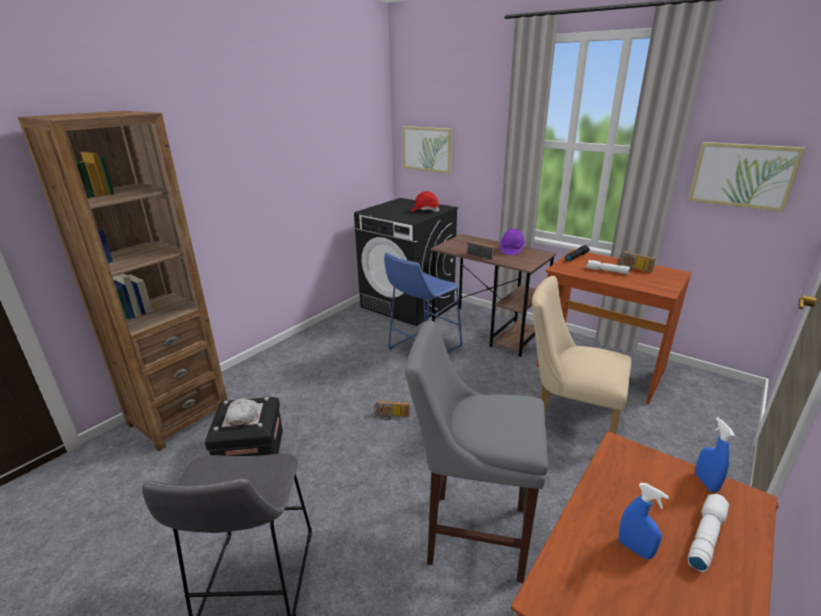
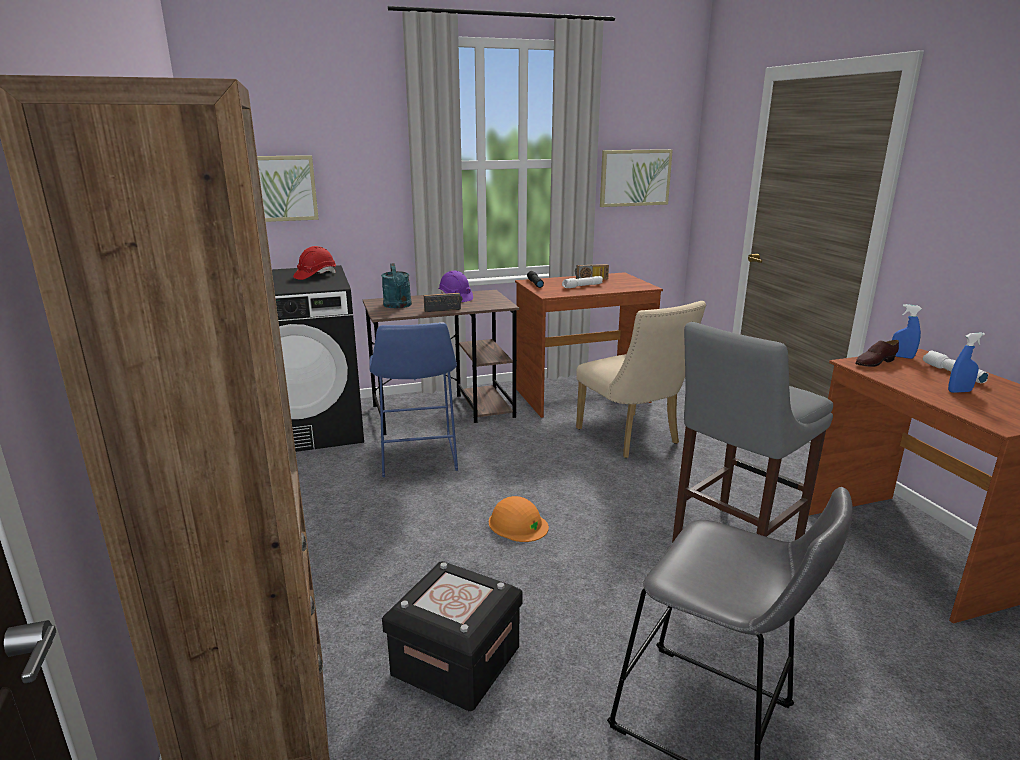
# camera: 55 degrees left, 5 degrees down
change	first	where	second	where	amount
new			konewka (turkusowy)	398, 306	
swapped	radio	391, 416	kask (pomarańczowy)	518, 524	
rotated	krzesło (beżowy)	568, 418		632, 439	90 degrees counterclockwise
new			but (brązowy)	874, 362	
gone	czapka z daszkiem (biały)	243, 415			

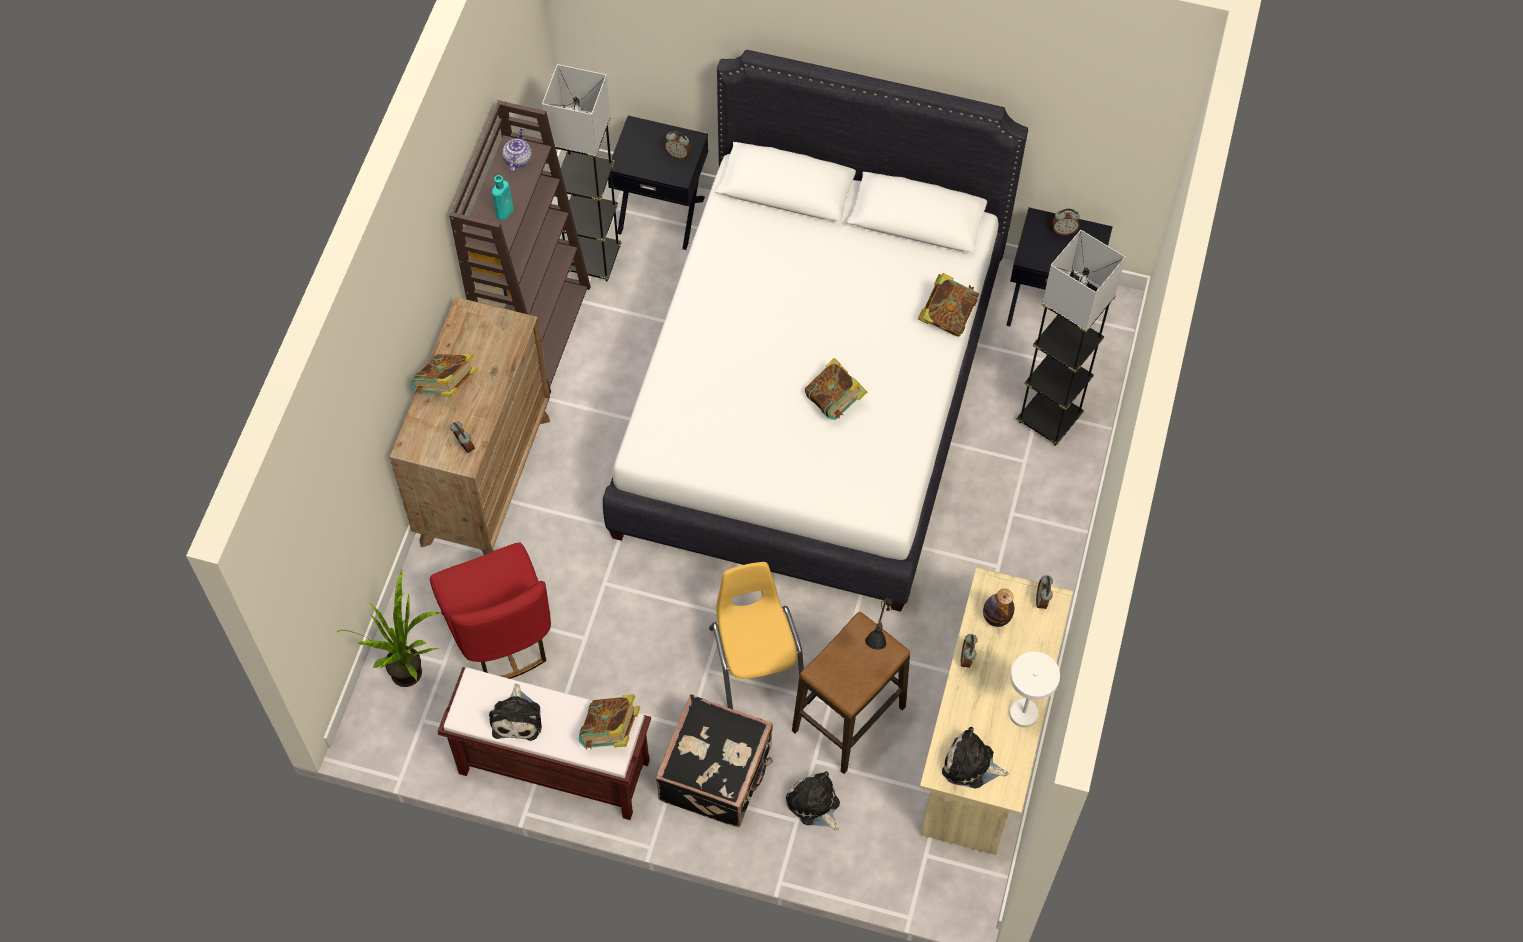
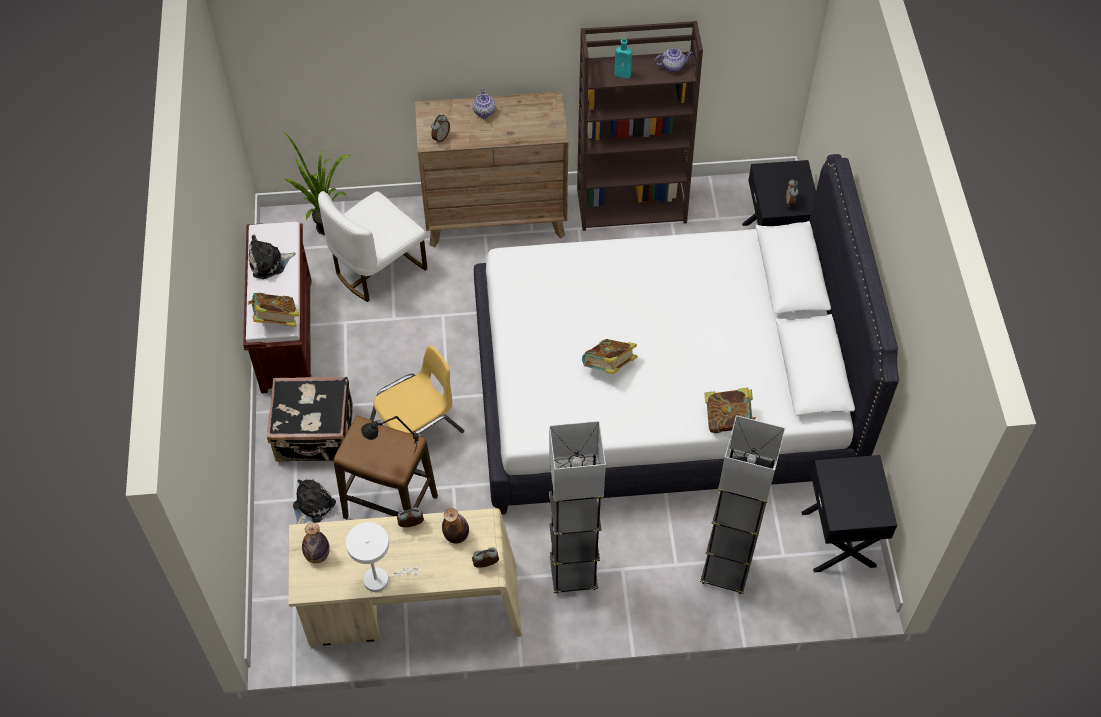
# camera: 70 degrees right, 5 degrees down
change	first	where	second	where	amount
swapped	pluszak	971, 765	butelka	317, 555	
repainted	krzesło (czerwony)	500, 634	krzesło (biały)	377, 268	
swapped	książka	446, 387	imbryk	484, 112	
shifted	lampa stojąca (szary)	593, 260		573, 573	
gone	budzik	1064, 231			

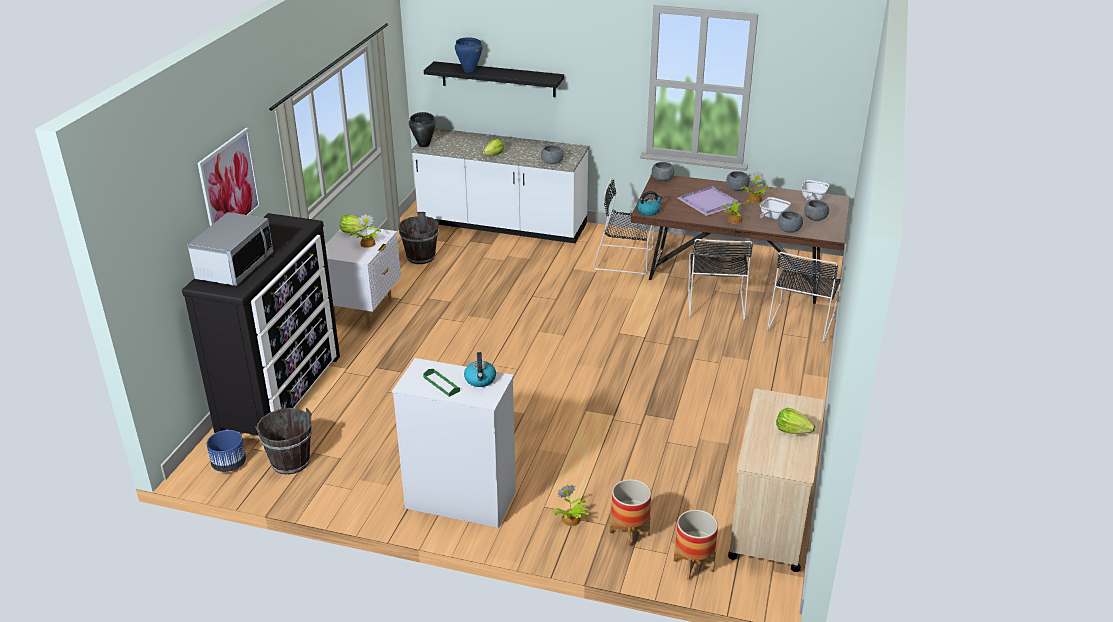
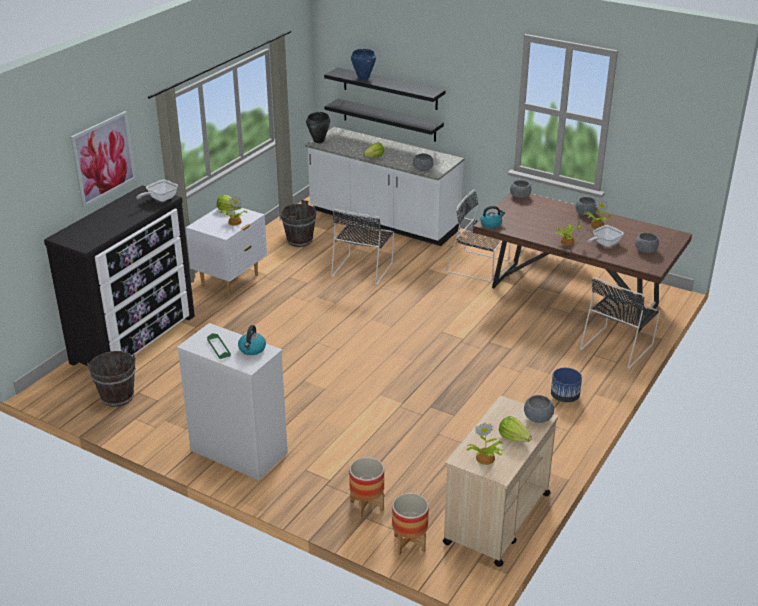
# camera: 15 degrees right, 0 degrees up
change	first	where	second	where	amount
shifted	patelnia	812, 199		160, 199	
new			półka (czarny)	389, 120	
shifted	krzesło (czarny)	715, 302		363, 268	
shifted	roślina doniczkowa	571, 520		484, 459	
shifted	miska (szary)	788, 230		537, 418	
shifted	donica (niebieski)	229, 464		564, 397	
gone	mikrofalówka	234, 267			
gone	taca (fioletowy)	709, 202			

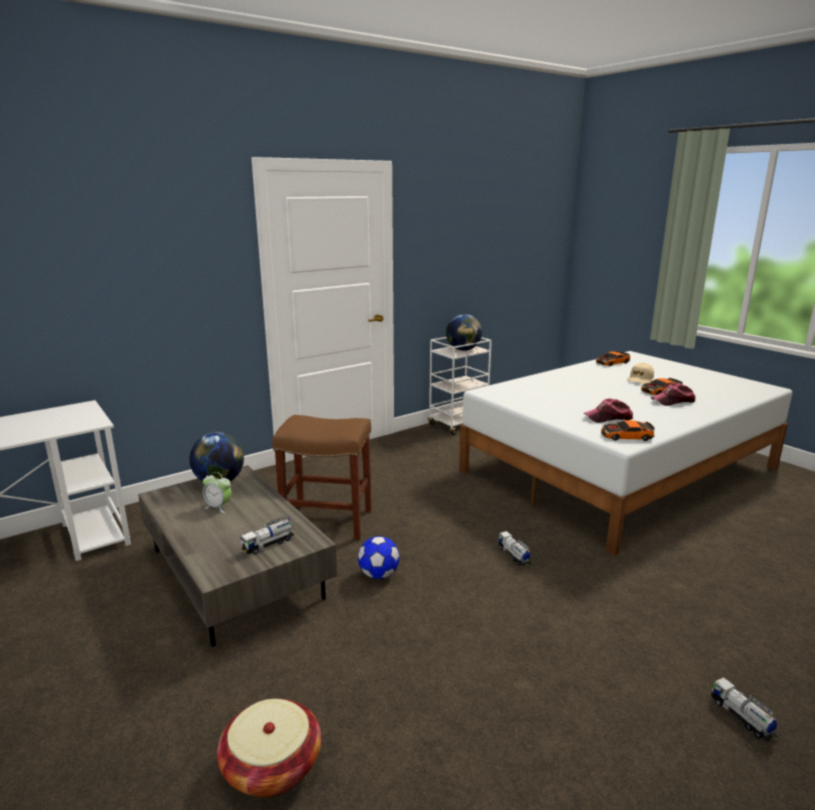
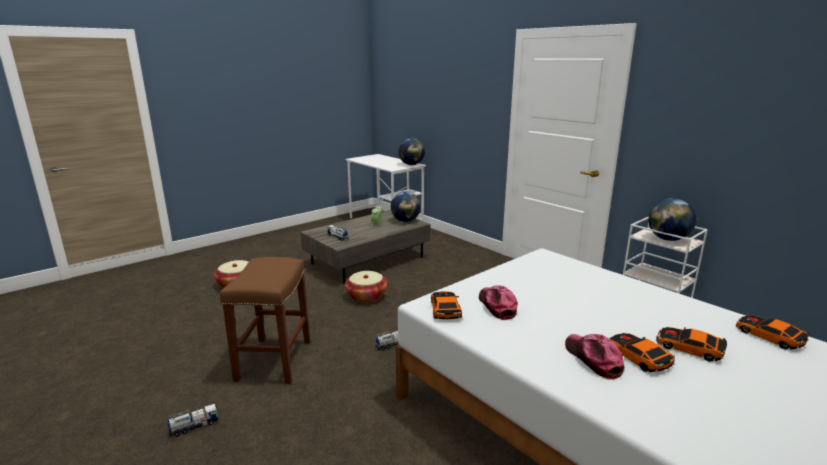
# camera: 85 degrees right, 0 degrees up
change	first	where	second	where	amount
shifted	stołek (brązowy)	329, 521		274, 361	
swapped	piłka futbolowa	379, 575	koszyk	366, 296	
new			globus	411, 164	
swapped	czapka z daszkiem (beżowy)	640, 379	samochodzik	689, 348	

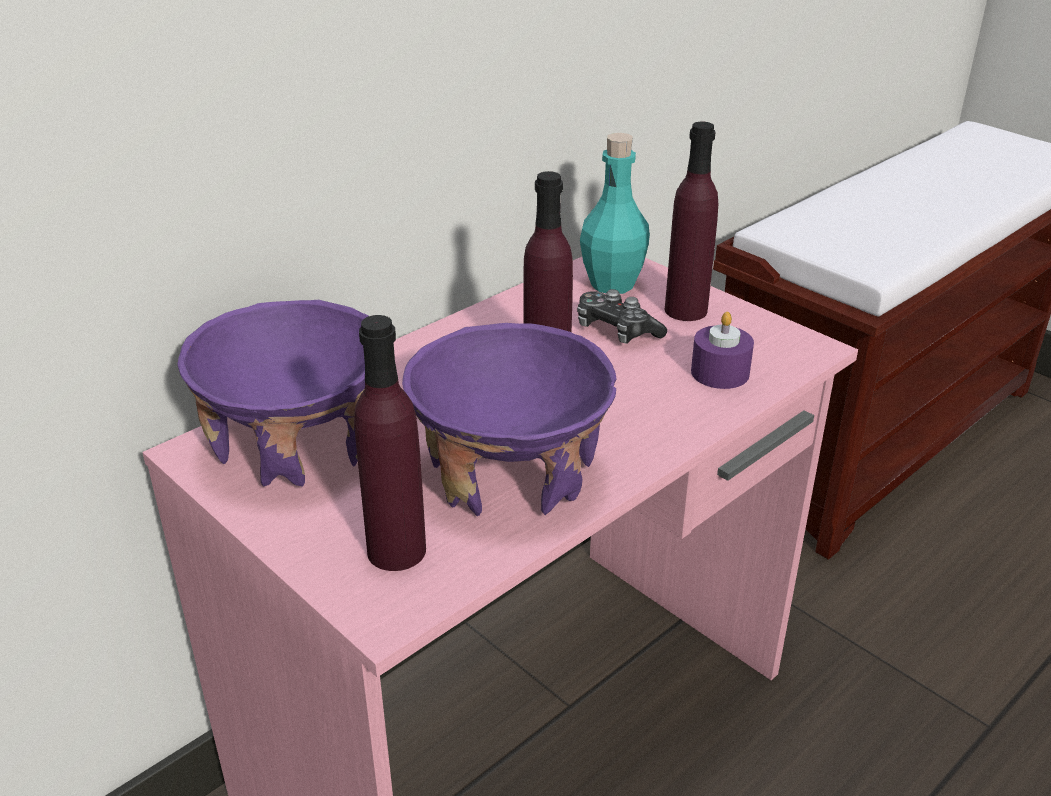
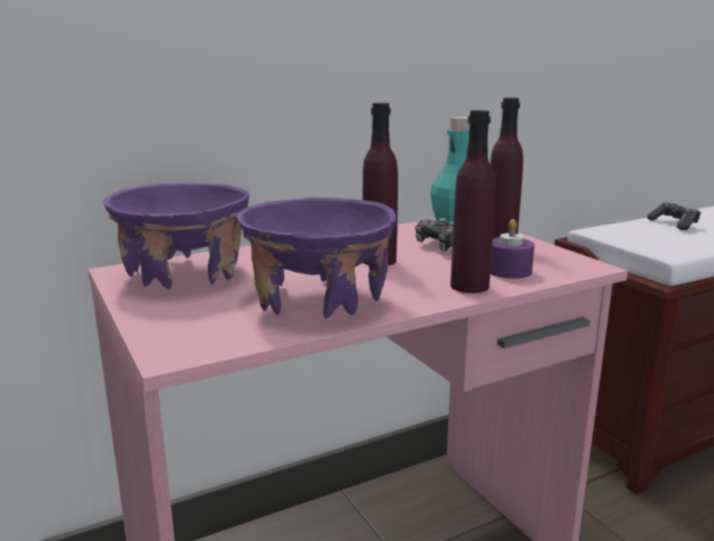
# camera: 15 degrees right, 15 degrees down
change	first	where	second	where	amount
shifted	butelka (fioletowy)	396, 550		469, 286	
new			pad do gier	674, 224	

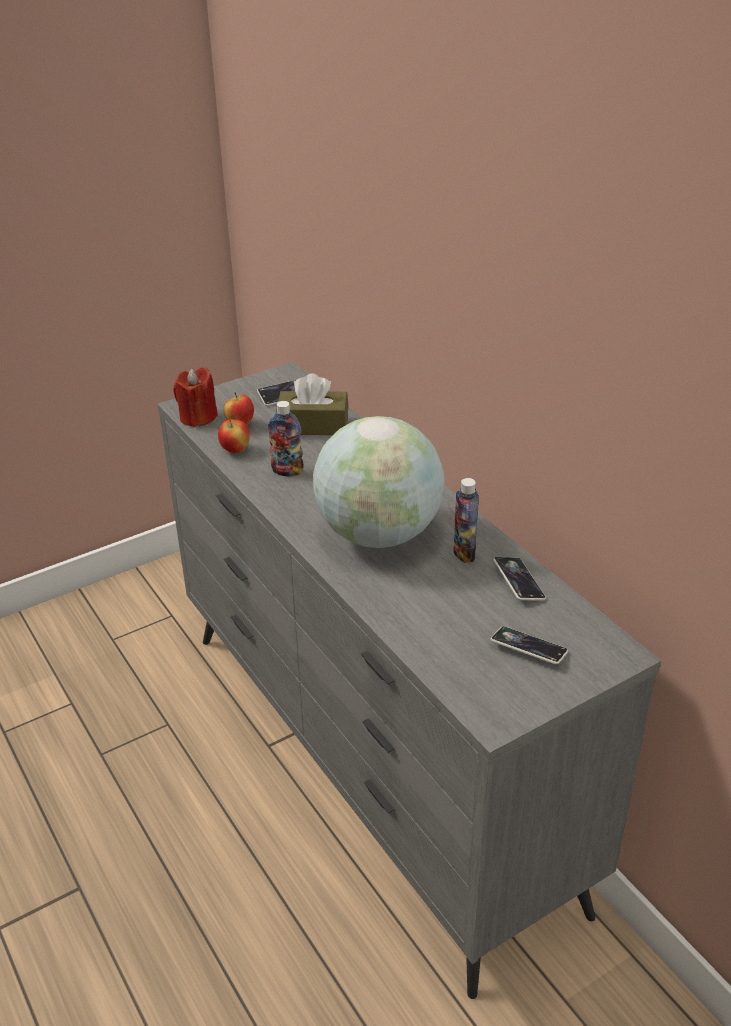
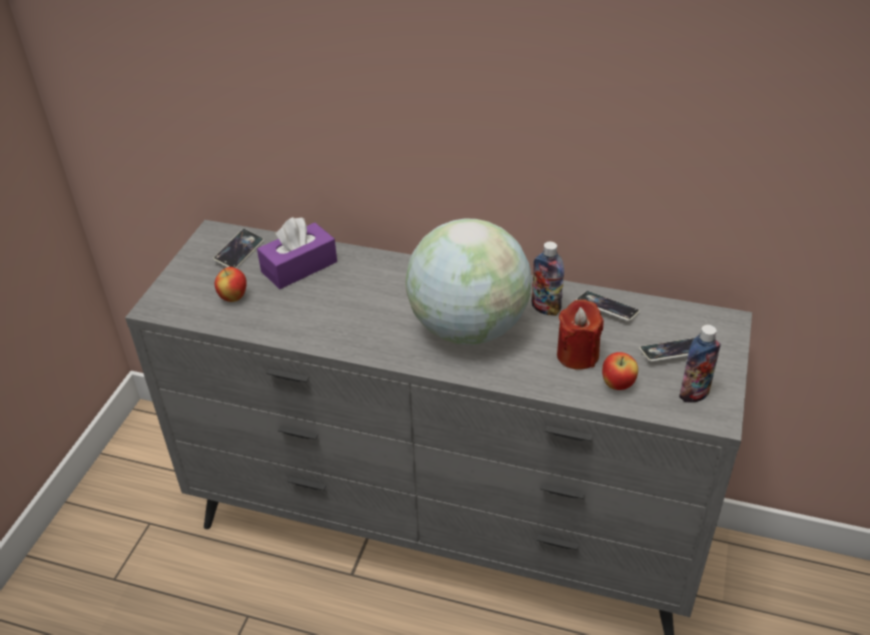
# camera: 40 degrees left, 5 degrees up
change	first	where	second	where	amount
repainted	pudełko chusteczek (brązowy)	313, 425	pudełko chusteczek (fioletowy)	299, 267	
shifted	świeca (czerwony)	198, 417		577, 355	
shifted	jabłko	235, 450		617, 385	
shifted	butelka	287, 471		694, 394	

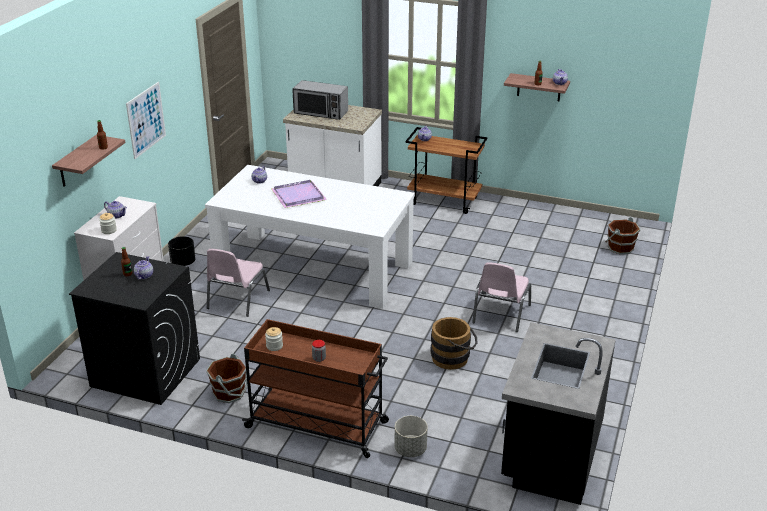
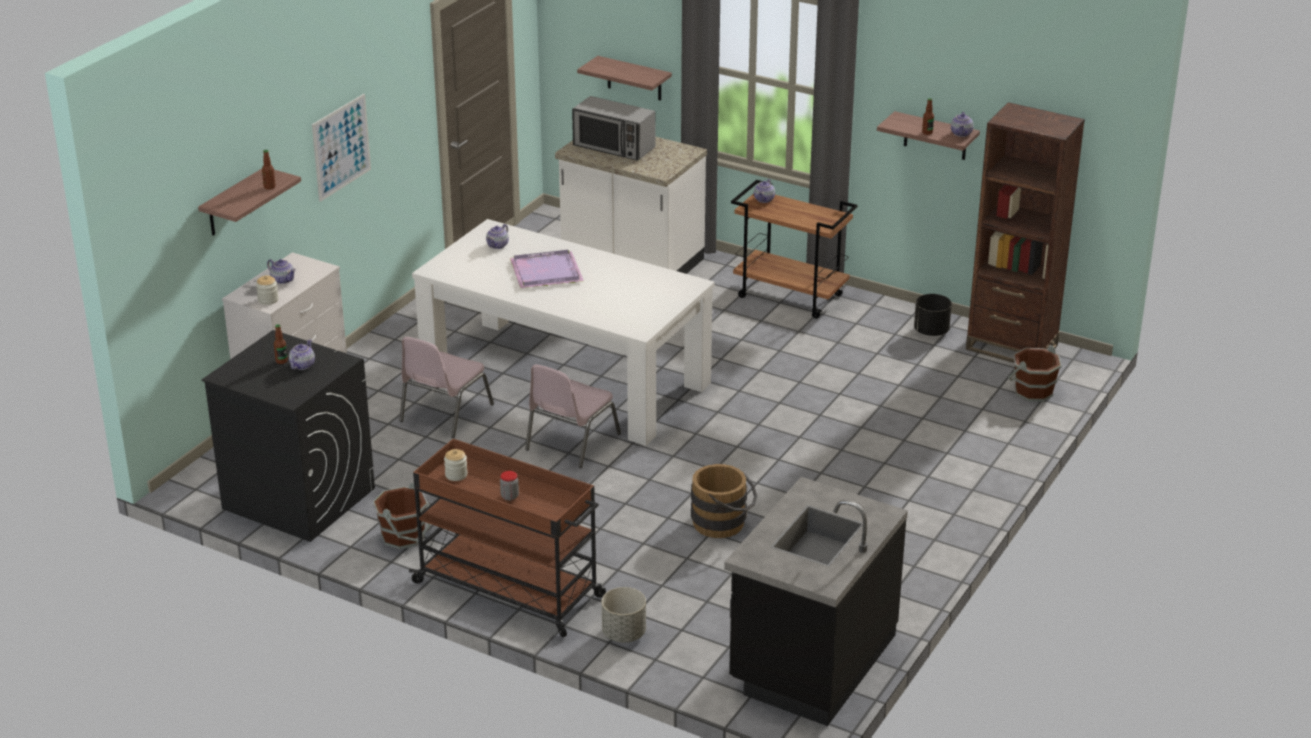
# camera: 10 degrees right, 0 degrees up
change	first	where	second	where	amount
shifted	krzesło (różowy)	500, 314		571, 442	
new			półka	634, 78	
shifted	donica (czarny)	183, 262		931, 331	
new			regał (brązowy)	1011, 347	

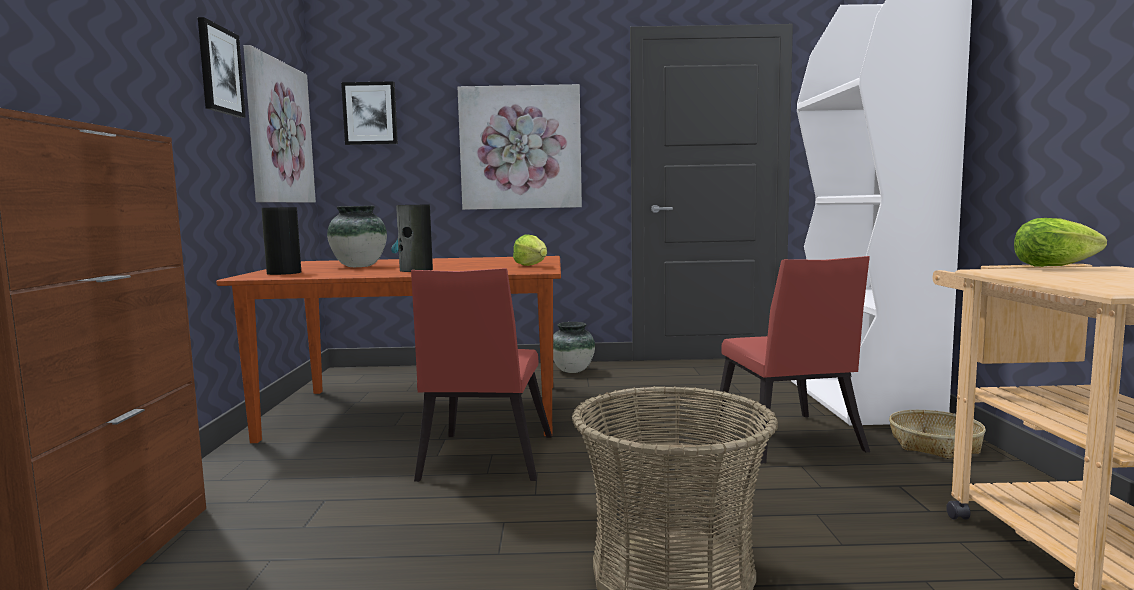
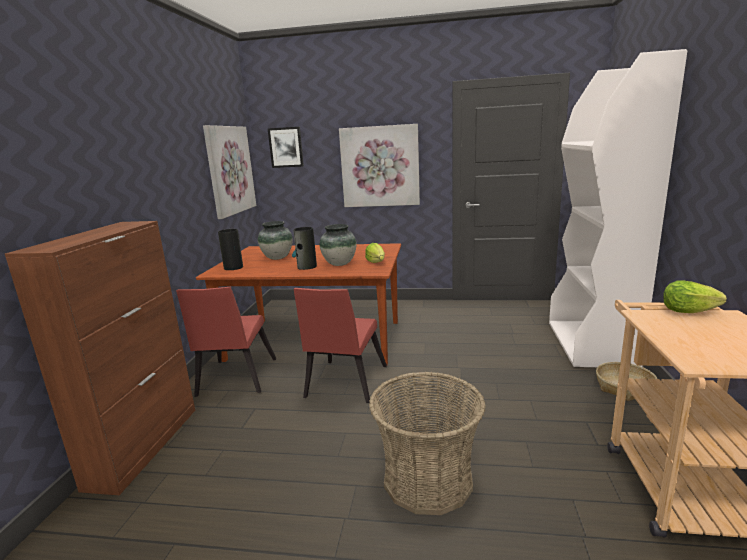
# camera: 10 degrees right, 10 degrees up
change	first	where	second	where	amount
shifted	krzesło (czerwony)	788, 441		235, 379	
shifted	wazon	573, 371		340, 264	
gone	obraz	220, 70			

